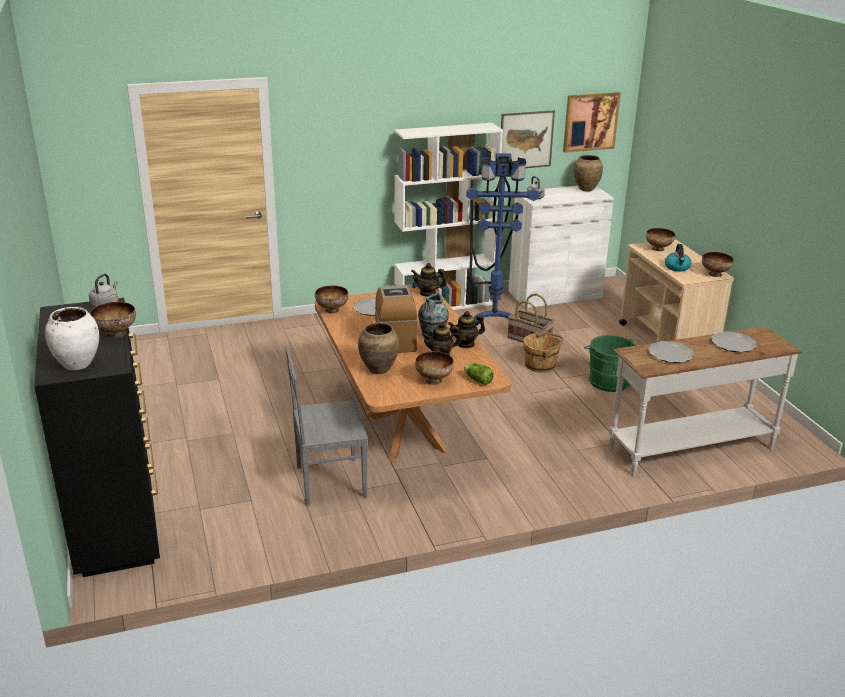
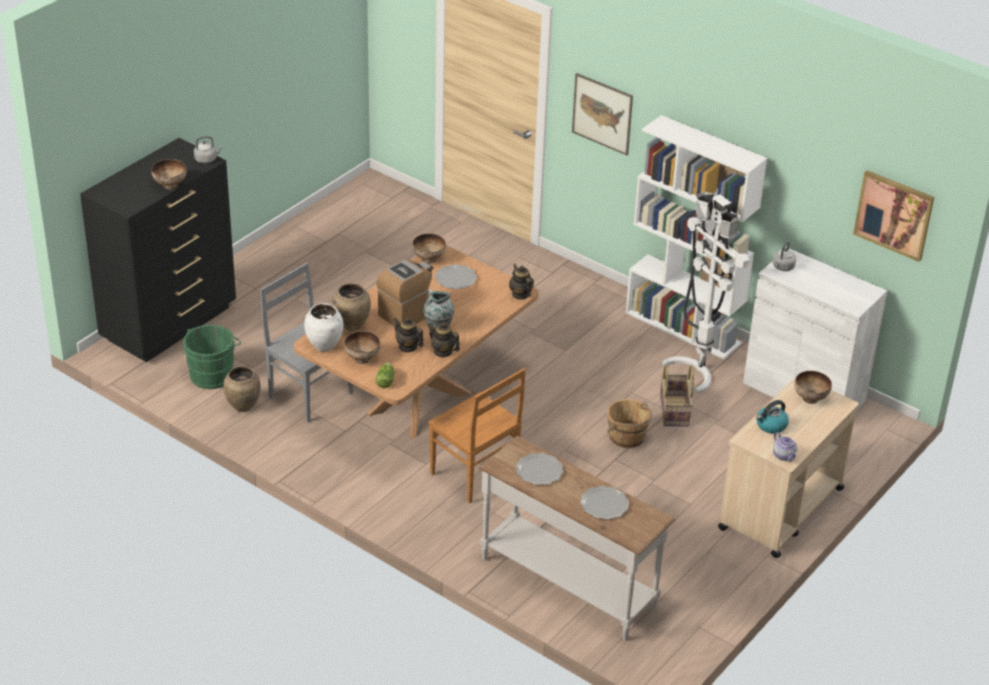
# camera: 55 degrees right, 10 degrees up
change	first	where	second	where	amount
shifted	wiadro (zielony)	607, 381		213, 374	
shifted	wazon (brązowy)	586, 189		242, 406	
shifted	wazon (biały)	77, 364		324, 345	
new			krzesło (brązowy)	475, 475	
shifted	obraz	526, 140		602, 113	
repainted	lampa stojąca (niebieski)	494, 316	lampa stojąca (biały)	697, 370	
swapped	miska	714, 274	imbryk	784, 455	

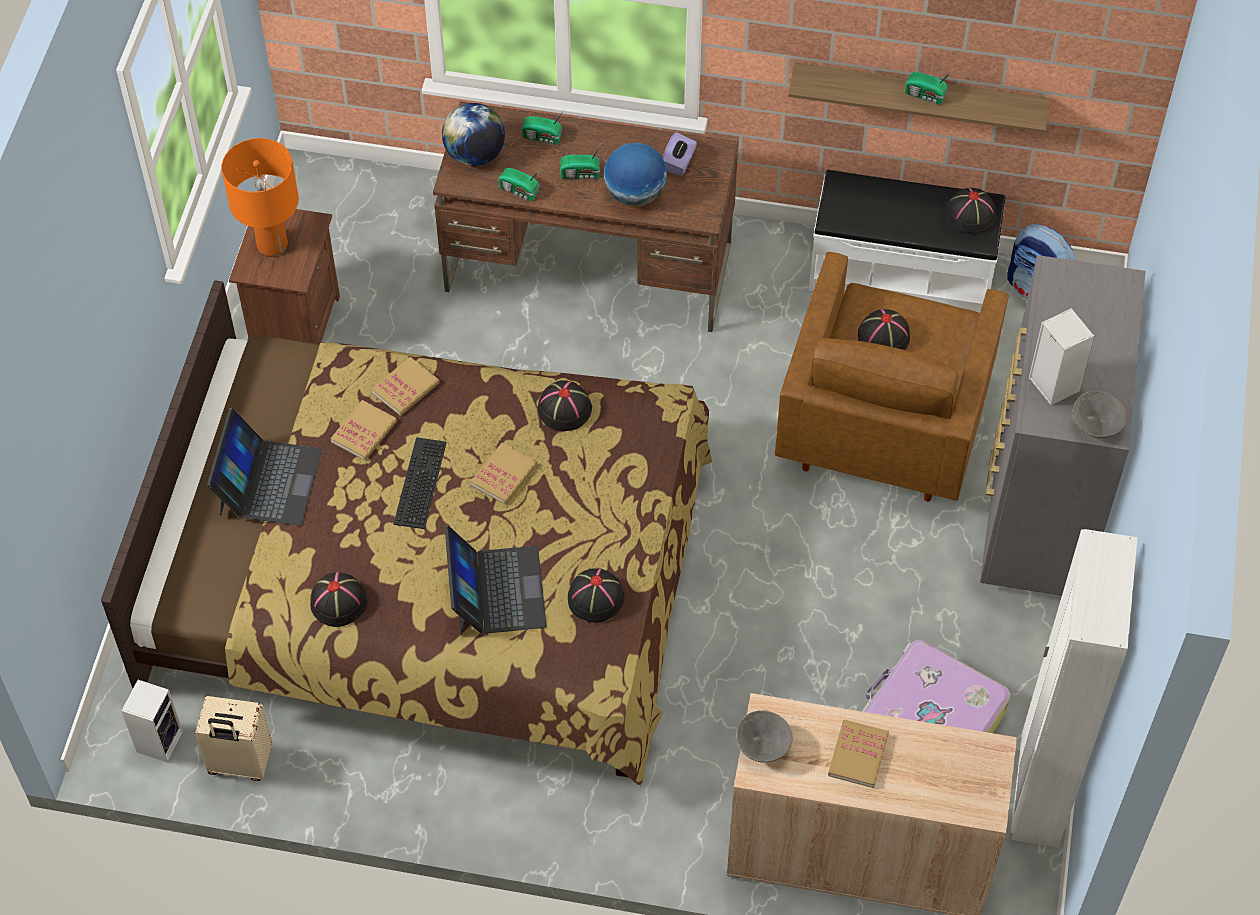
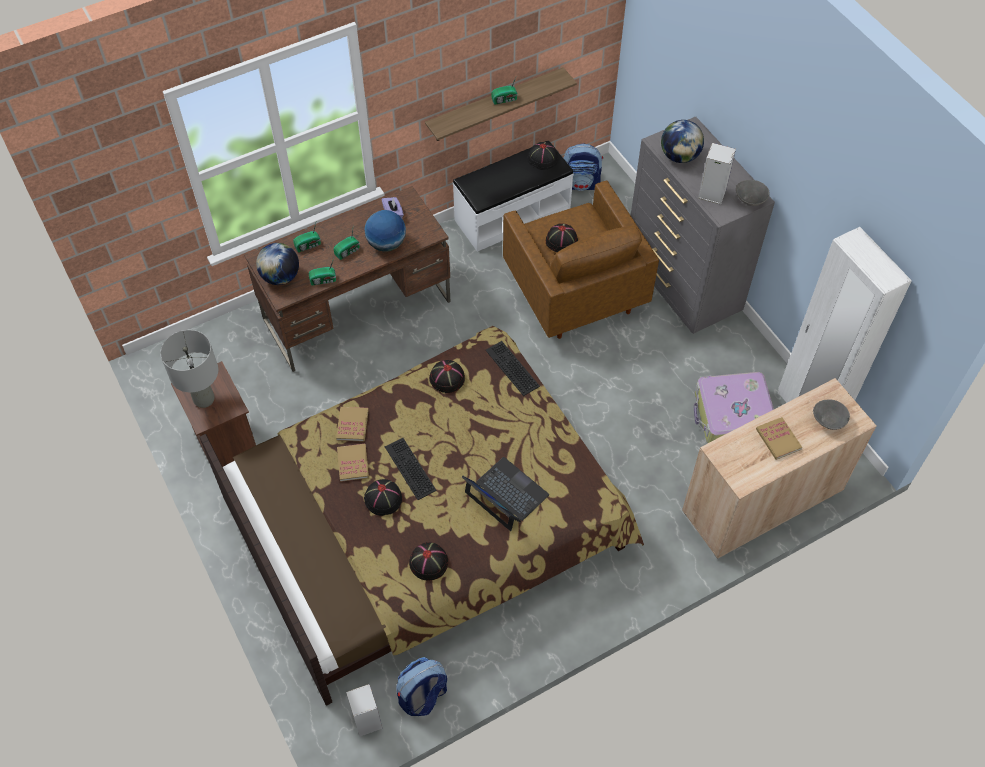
# camera: 40 degrees left, 0 degrees up
change	first	where	second	where	amount
repainted	lampa stołowa (pomarańczowy)	272, 246	lampa stołowa (szary)	204, 399	
shifted	kapelusz (czarny)	595, 598		383, 499	
swapped	walizka (beżowy)	240, 763	plecak	423, 697	
new			klawiatura	510, 368	
new			globus	679, 156	
shifted	miska (szary)	763, 746		827, 421	
gone	laptop	268, 481			
gone	książka	503, 475			

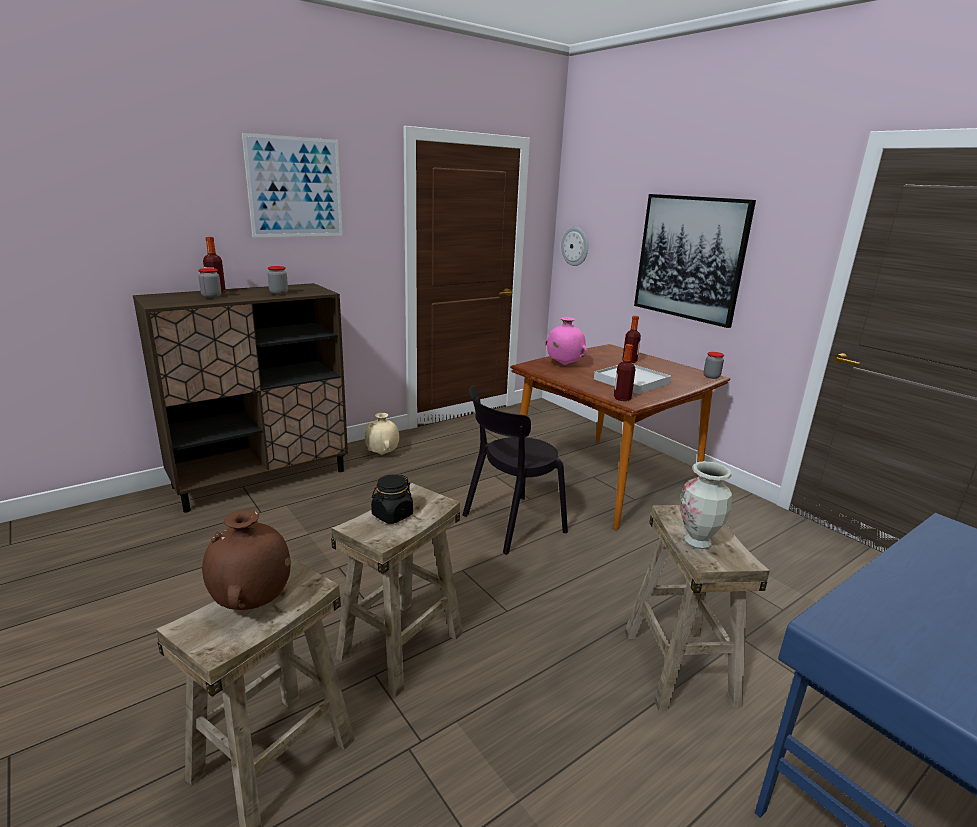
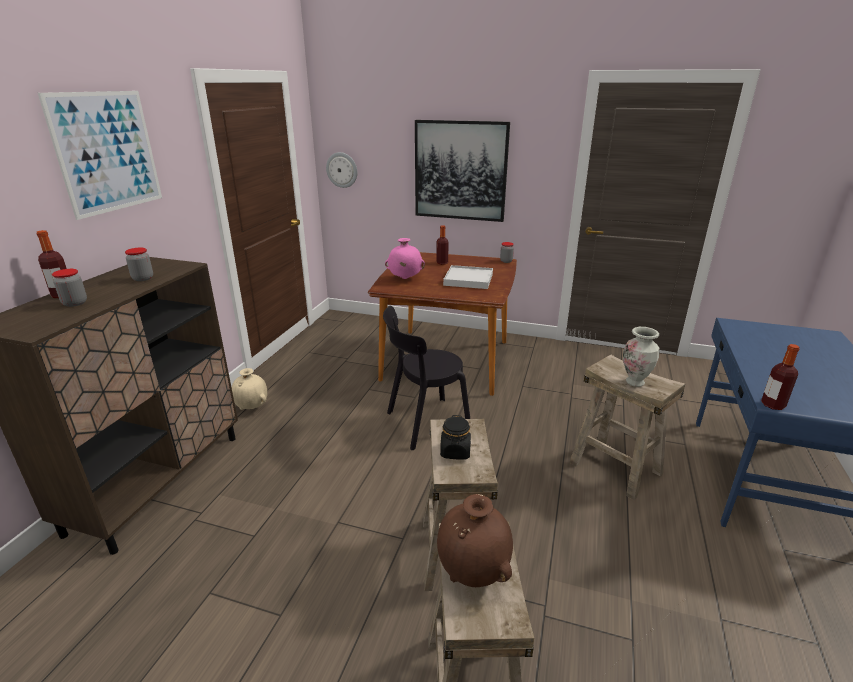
# camera: 35 degrees left, 5 degrees up
change	first	where	second	where	amount
rotated	krzesło (czarny)	509, 525		424, 423	45 degrees clockwise
shifted	butelka	622, 398		772, 405	

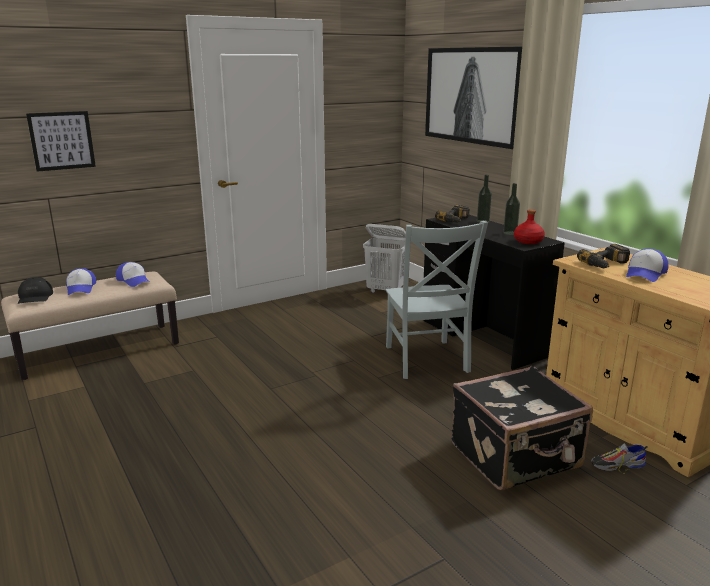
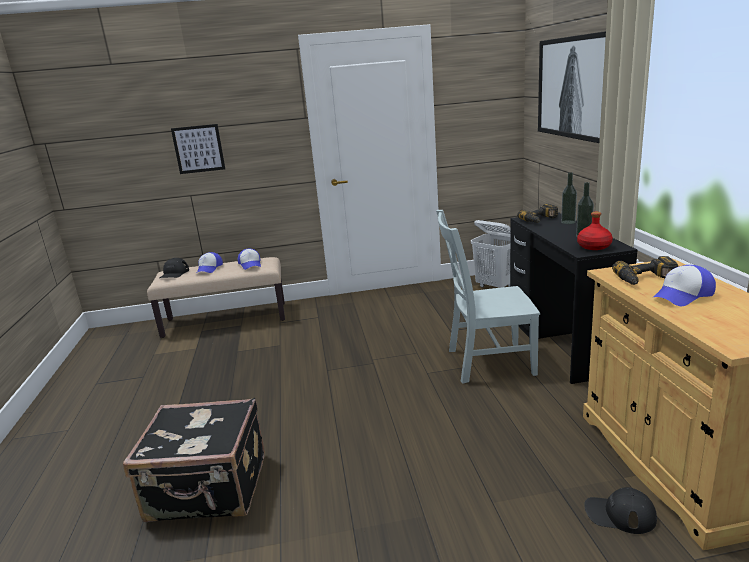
# camera: 25 degrees right, 0 degrees up
change	first	where	second	where	amount
shifted	walizka (czarny)	516, 457		208, 489	
rotated	krzesło (szary)	426, 361		486, 362	75 degrees clockwise
swapped	but	617, 465	czapka z daszkiem (czarny)	619, 514	

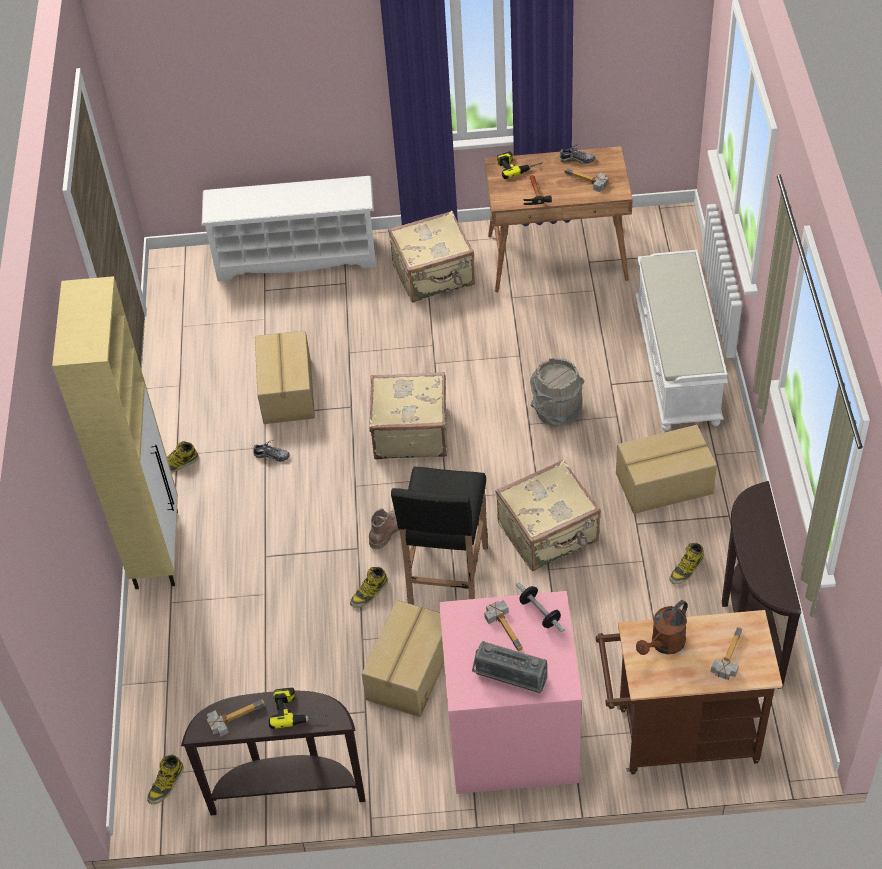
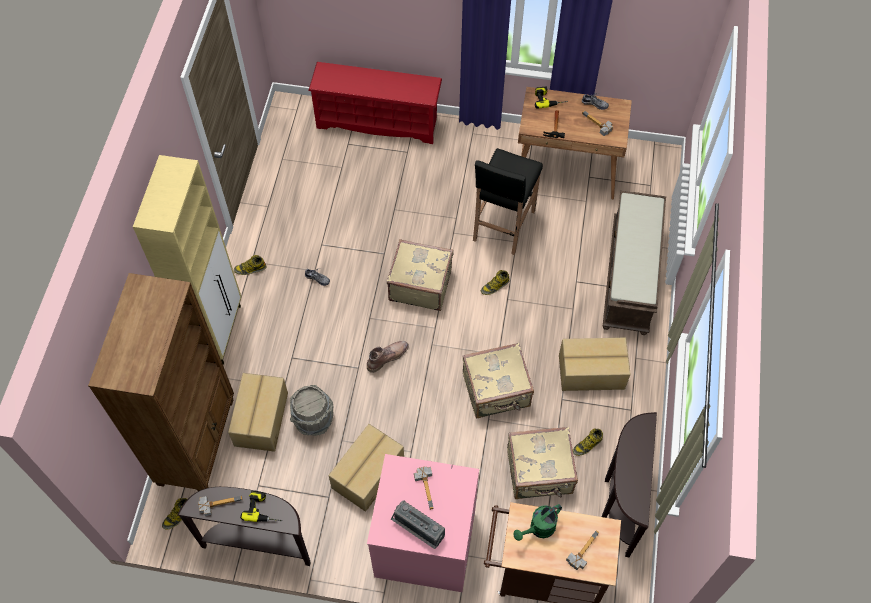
# camera: 10 degrees right, 10 degrees up
change	first	where	second	where	amount
new			regał (brązowy)	197, 440	
shifted	karton	286, 392		260, 419	
shifted	wiadro (szary)	557, 411		314, 420	
repainted	regał na buty (biały)	297, 256	regał na buty (czerwony)	378, 122	
shifted	stołek (czarny)	447, 579		503, 226	
shifted	but z cholewką	369, 593		495, 286	
shifted	walizka (beżowy)	434, 276		540, 473	
repainted	konewka (brązowy)	664, 645	konewka (zielony)	538, 529	
repainted	ławka (biały)	678, 364	ławka (brązowy)	630, 277	
gone	hantel	540, 613			

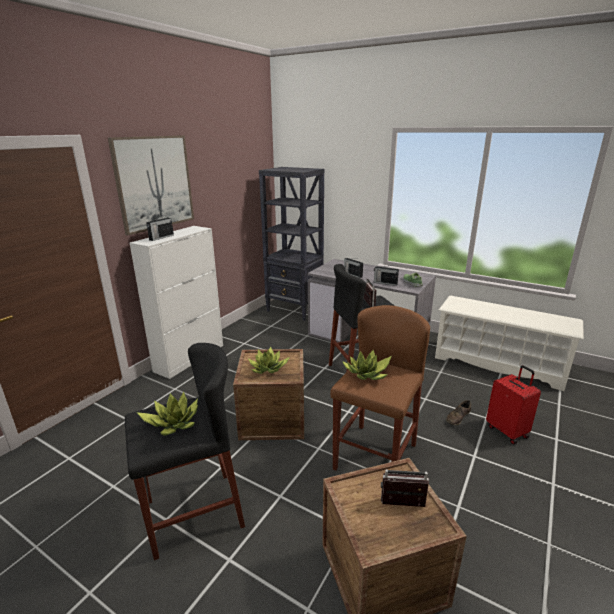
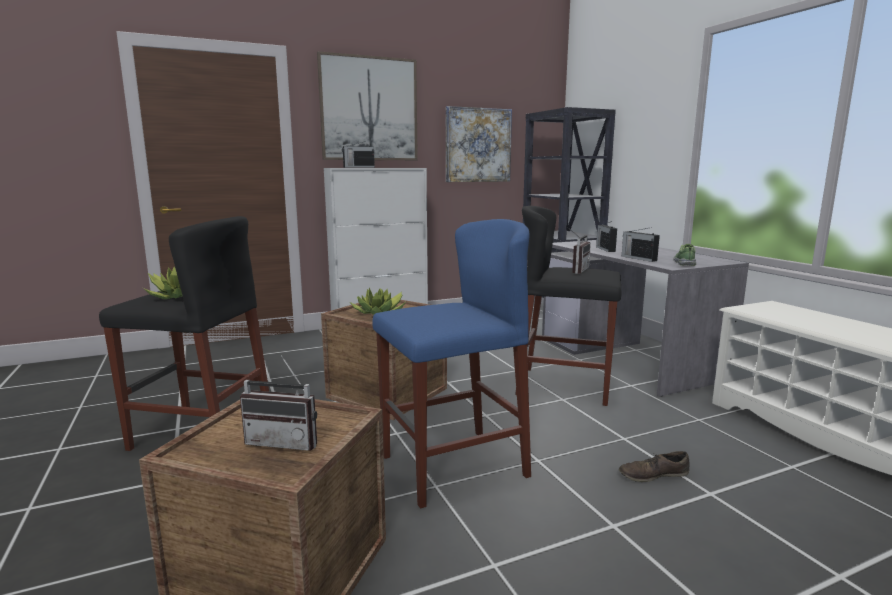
# camera: 35 degrees right, 10 degrees down
change	first	where	second	where	amount
rotated	radio	402, 507		286, 441	150 degrees clockwise
repainted	stołek (brązowy)	375, 457	stołek (niebieski)	453, 466	
new			obraz	478, 145	
gone	roślina doniczkowa	367, 374			
gone	walizka (czerwony)	507, 431			

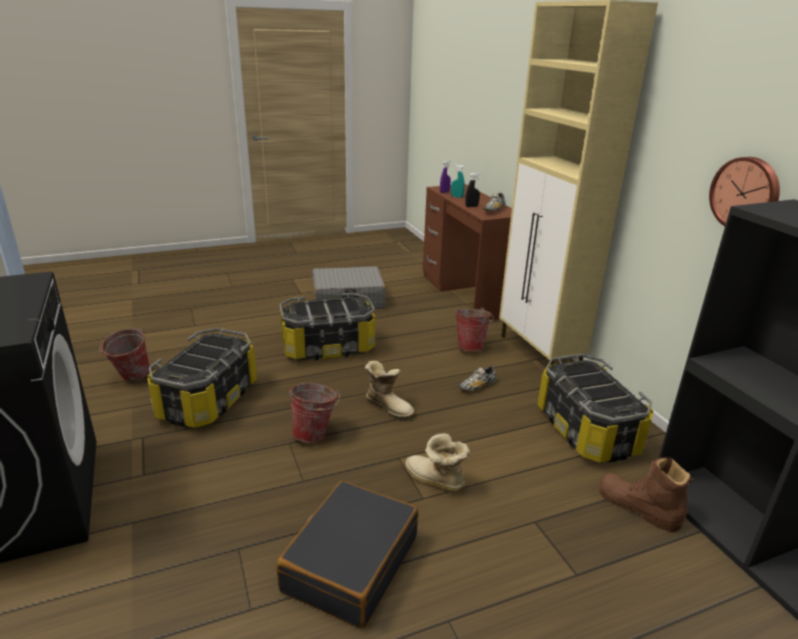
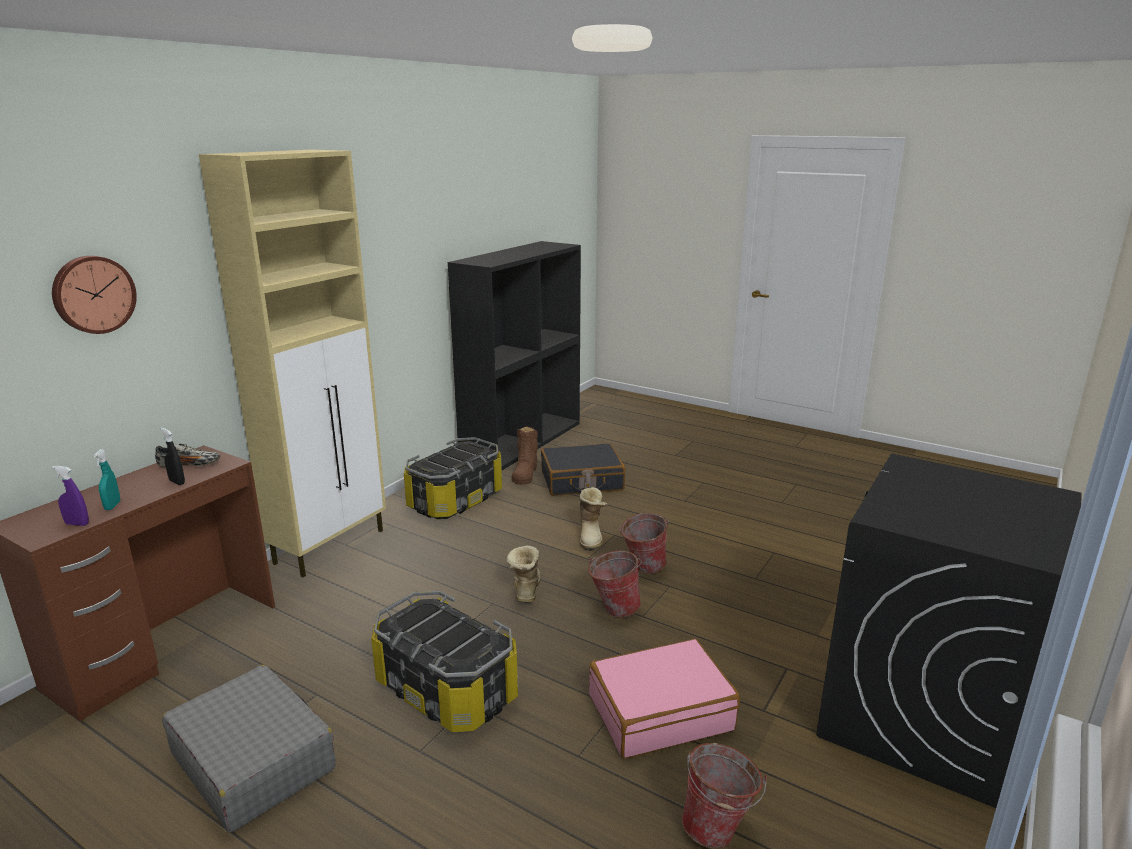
# camera: 125 degrees left, 5 degrees down
change	first	where	second	where	amount
shifted	zegar ścienny	745, 193		93, 294	
shifted	walizka (czarny)	350, 563		581, 481	
swapped	pojemnik do przechowywania	207, 400	walizka (różowy)	660, 712	
shifted	wiadro	471, 347		642, 568	
gone	but	477, 386			

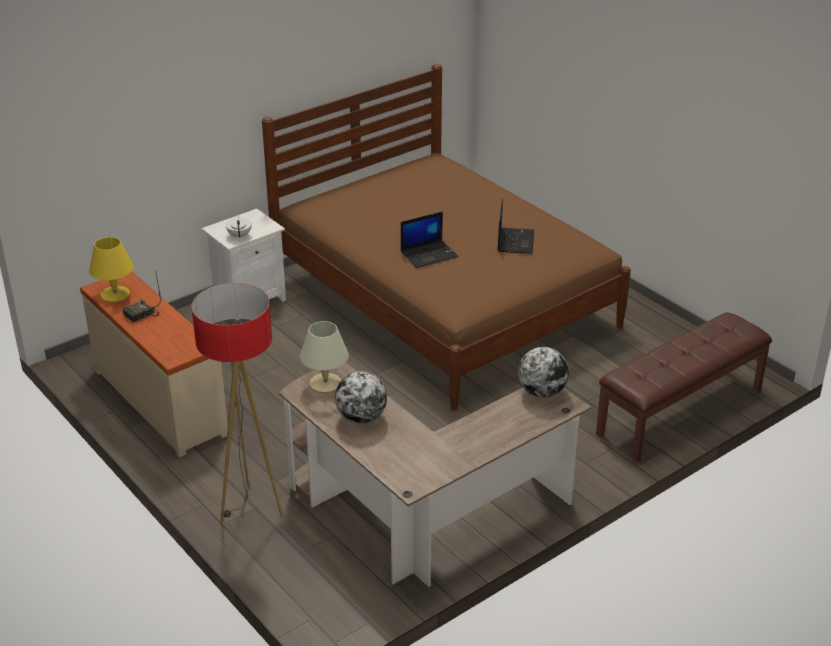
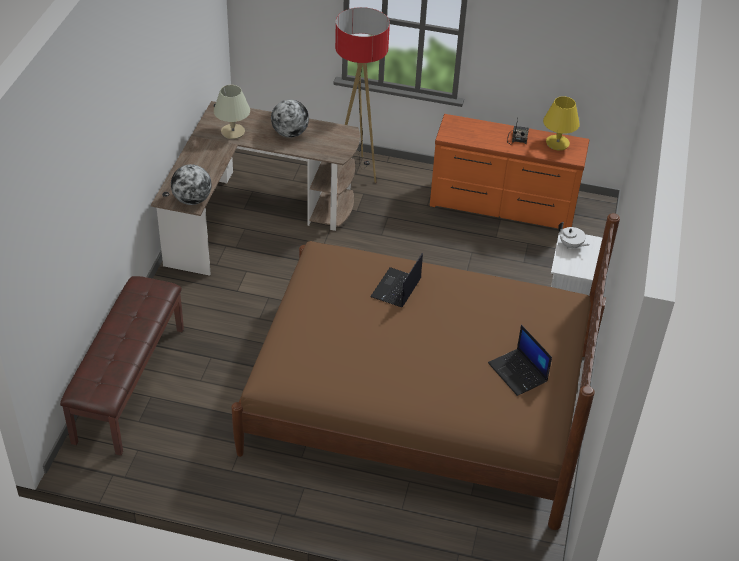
# camera: 140 degrees right, 10 degrees up
change	first	where	second	where	amount
shifted	lampa stołowa (beżowy)	325, 384		233, 132	
repainted	komoda (beżowy)	161, 401	komoda (pomarańczowy)	502, 206	
shifted	laptop	515, 241		518, 373	

